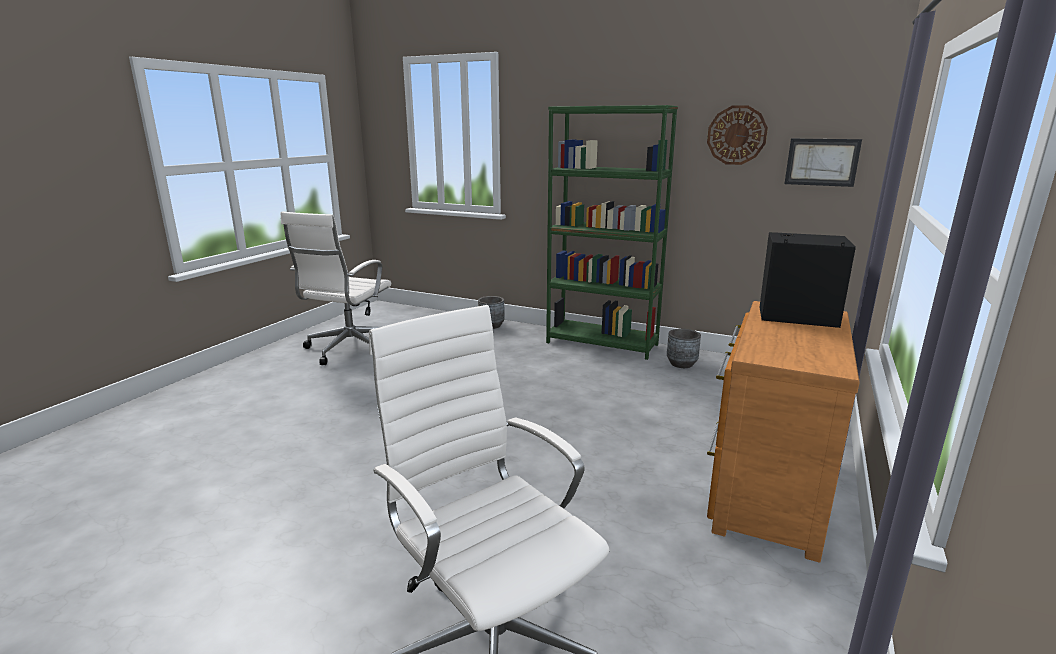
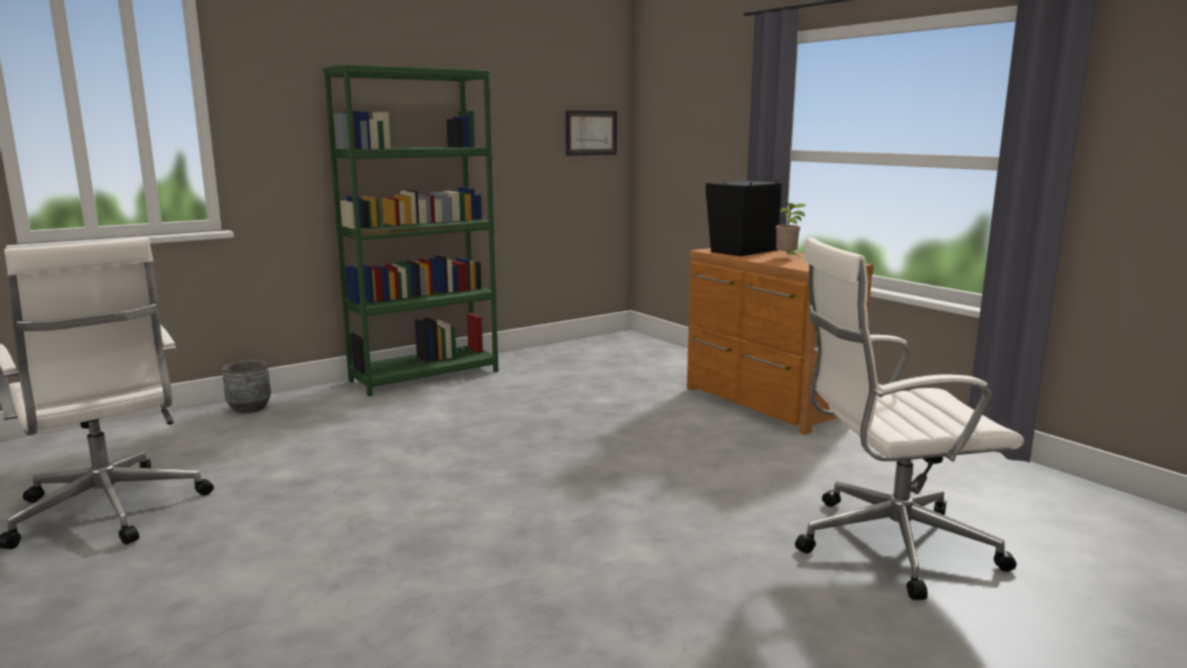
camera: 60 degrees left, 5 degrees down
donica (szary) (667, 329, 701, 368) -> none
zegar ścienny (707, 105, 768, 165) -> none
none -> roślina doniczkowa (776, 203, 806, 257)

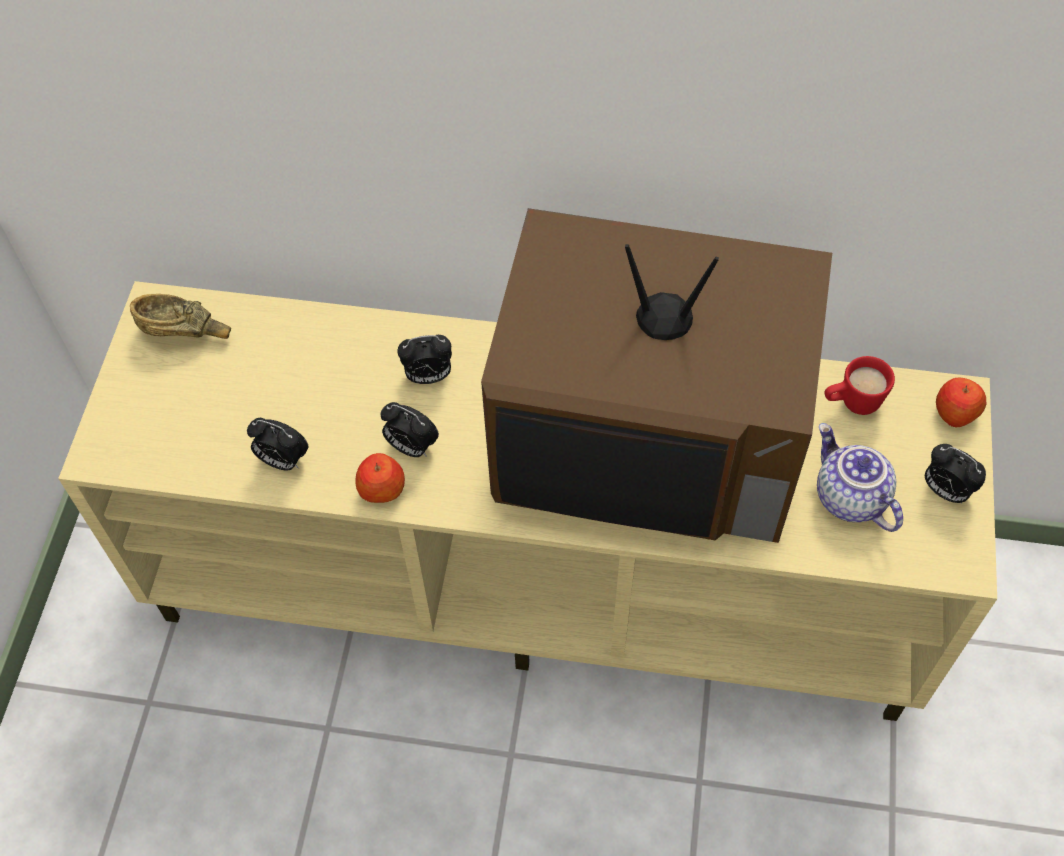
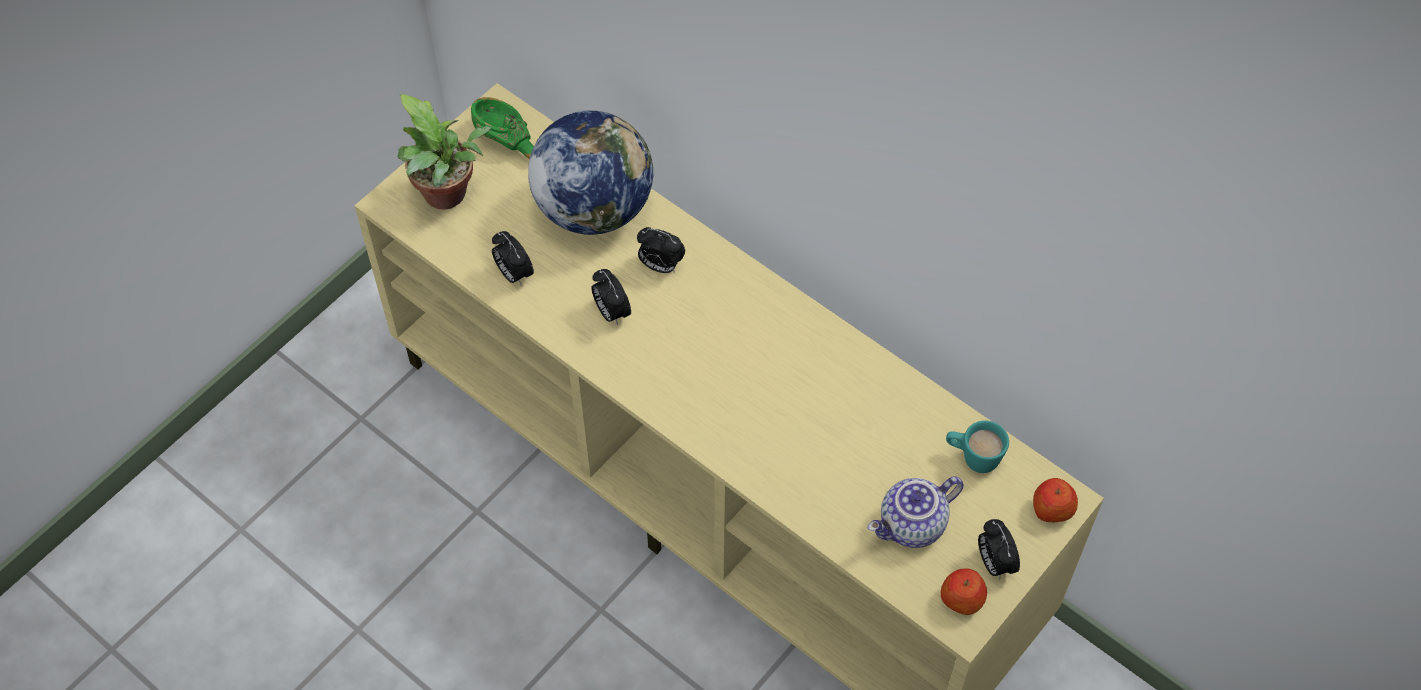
camera: 30 degrees right, 0 degrees up
miska (brązowy) (130, 294, 231, 339) -> miska (zielony) (471, 97, 534, 159)
jabłko (355, 453, 405, 503) -> jabłko (941, 568, 987, 615), move
telewizor (481, 208, 832, 543) -> none
imbryk (817, 423, 903, 532) -> imbryk (868, 476, 964, 548), 120 degrees counterclockwise
kubek (czerwony) (825, 356, 895, 415) -> kubek (turkusowy) (946, 421, 1009, 473)
none -> roślina doniczkowa (398, 94, 491, 209)
none -> globus (528, 110, 653, 235)

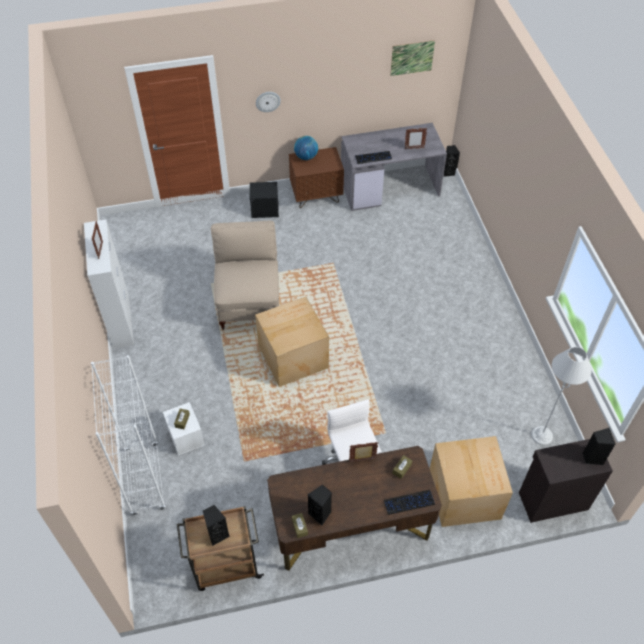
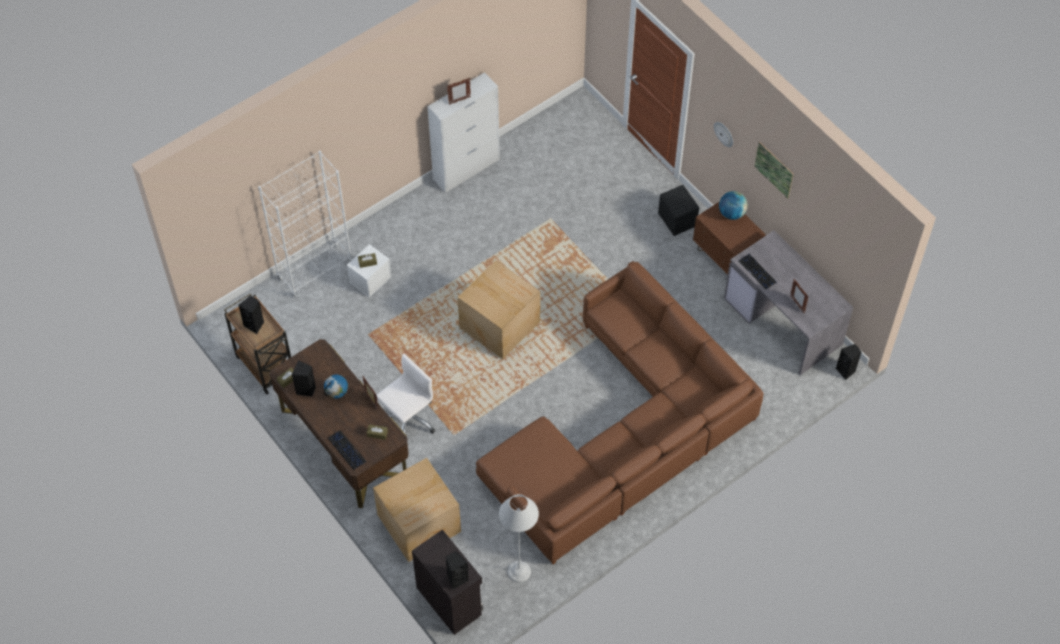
camera: 65 degrees right, 5 degrees up
krzesło (beżowy) (211, 221, 279, 330) -> none
obraz (390, 40, 435, 76) -> obraz (754, 141, 794, 198), move
none -> globus (324, 374, 348, 399)
none -> kanapa (brązowy) (476, 261, 763, 564)

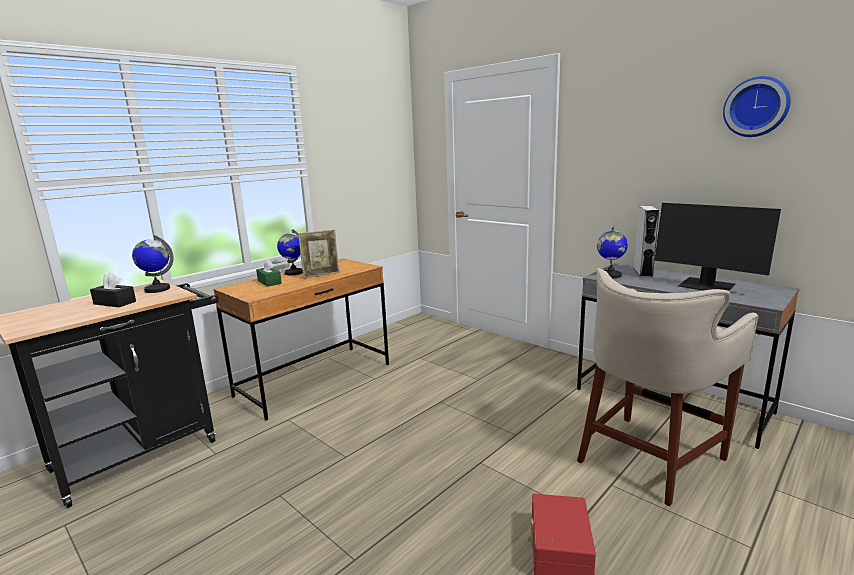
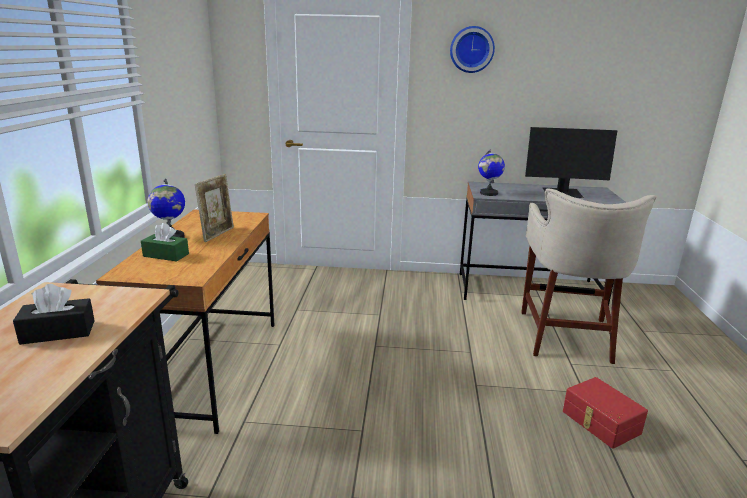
camera: 40 degrees left, 5 degrees up
globus (132, 235, 174, 293) -> none
głośnik (szary) (634, 206, 659, 277) -> none
zegar ścienny (723, 76, 791, 137) -> zegar ścienny (450, 26, 495, 73), move

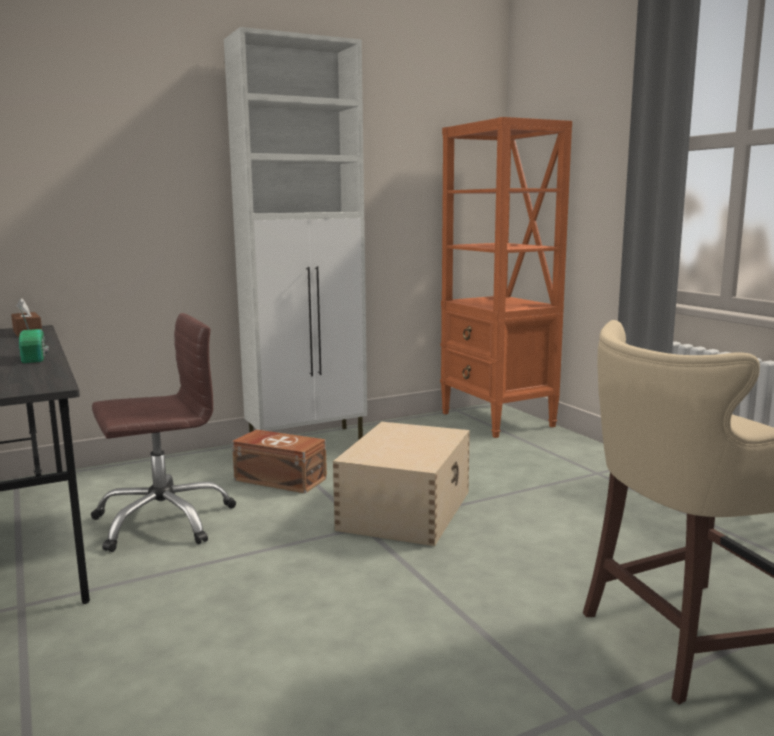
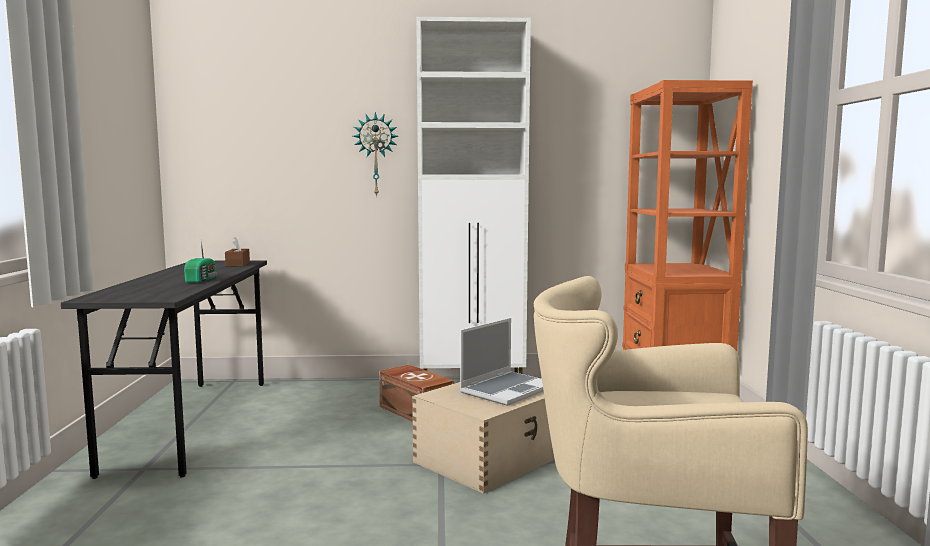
camera: 25 degrees right, 5 degrees down
krzesło biurowe (brązowy) (91, 313, 236, 552) -> none
none -> zegar ścienny (353, 112, 398, 197)
none -> laptop (460, 318, 543, 406)

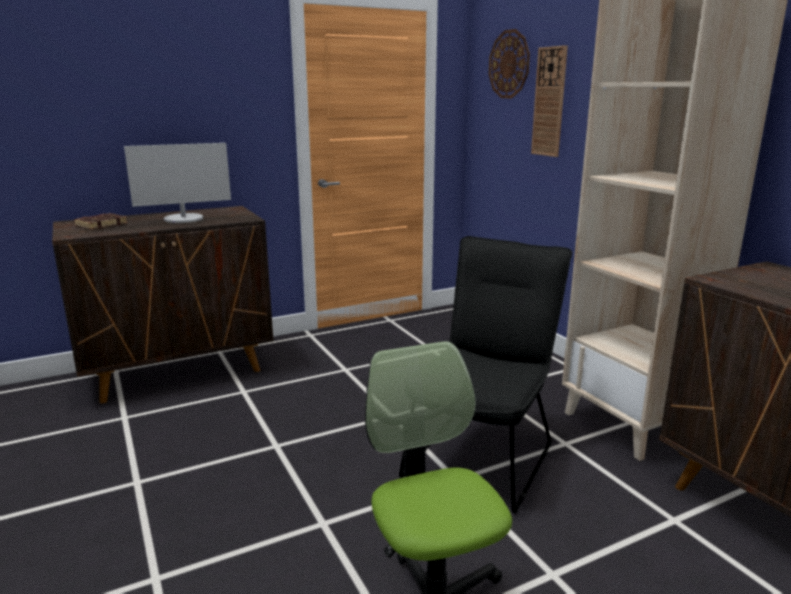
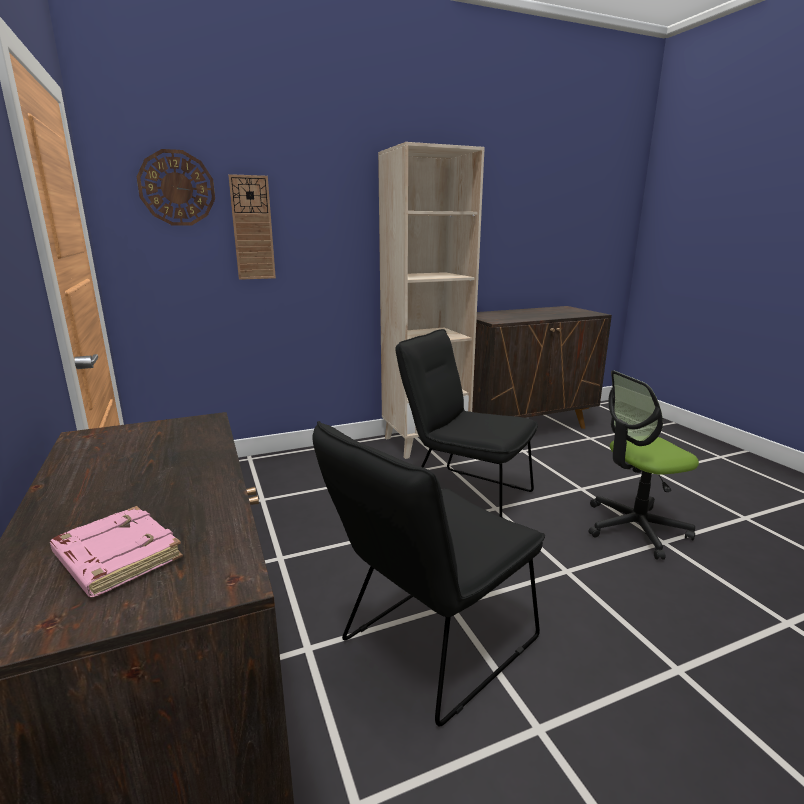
camera: 85 degrees left, 0 degrees up
książka (brązowy) (74, 213, 128, 229) -> książka (różowy) (50, 506, 183, 597)
monitor (124, 143, 231, 223) -> none
none -> krzesło (czarny) (312, 421, 545, 727)

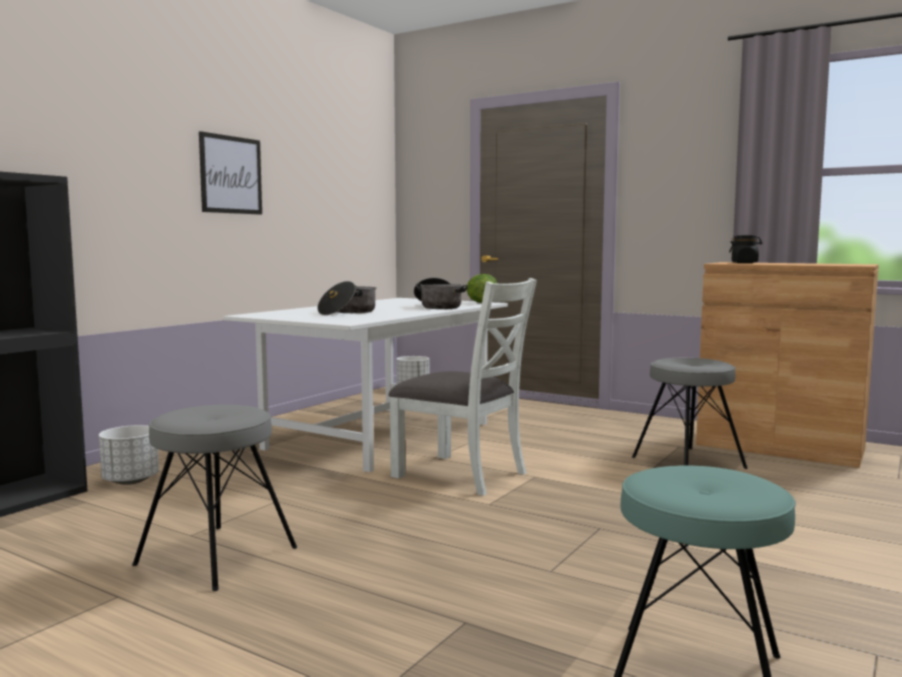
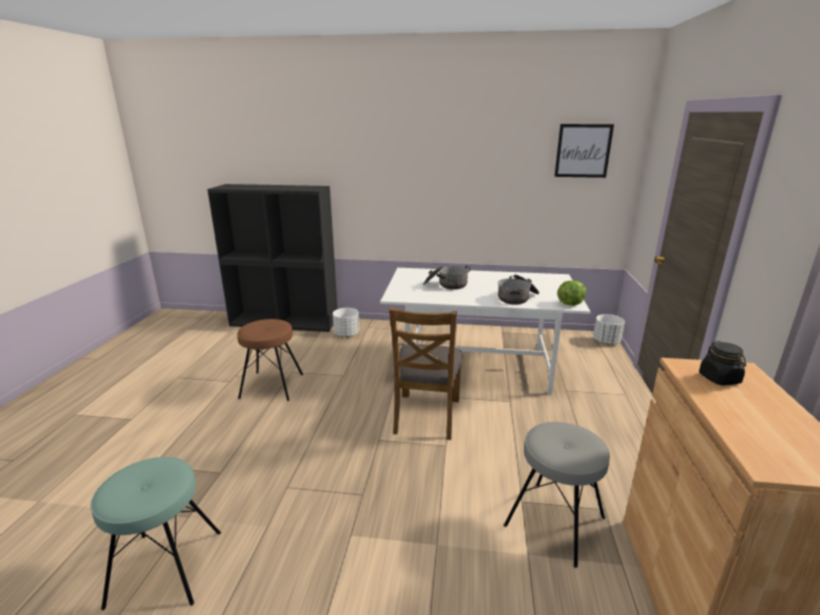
camera: 65 degrees right, 15 degrees up
stołek (szary) (132, 405, 297, 591) -> stołek (brązowy) (237, 319, 303, 401)
obraz (199, 131, 262, 215) -> obraz (554, 124, 614, 178), move
krzesło (biały) (388, 278, 537, 496) -> krzesło (brązowy) (389, 307, 463, 440)

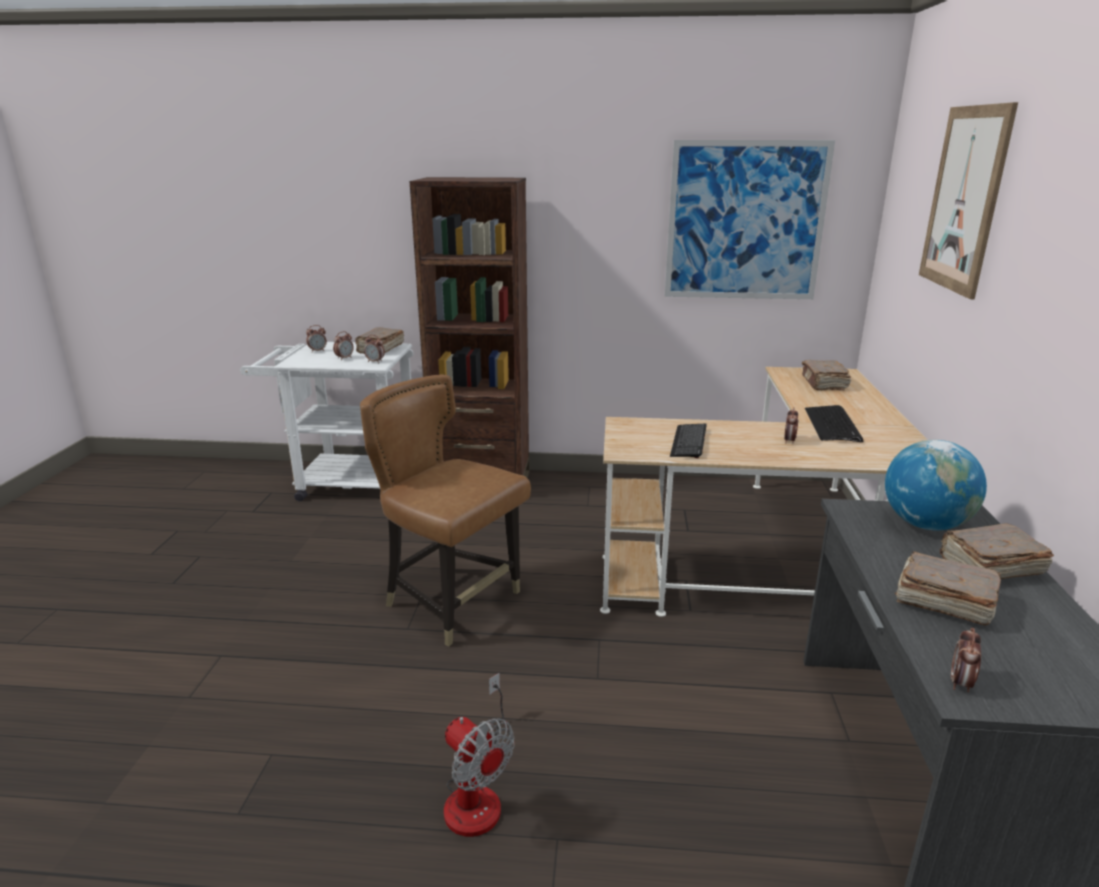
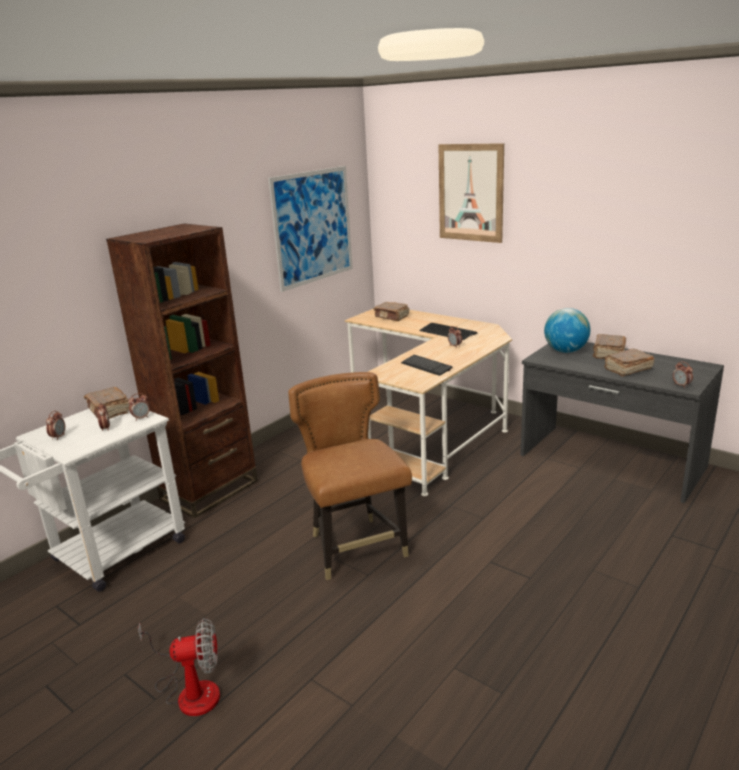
camera: 55 degrees left, 0 degrees up
krzesło (brązowy) (360, 374, 531, 647) -> krzesło (brązowy) (288, 372, 412, 580), 90 degrees clockwise
wentylator (444, 673, 515, 837) -> wentylator (138, 618, 220, 716), move

